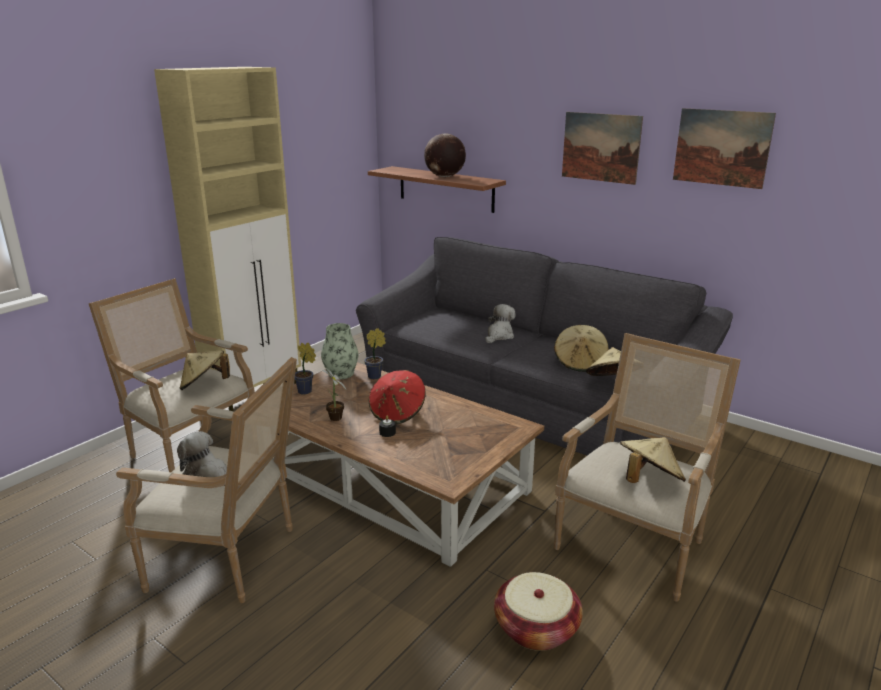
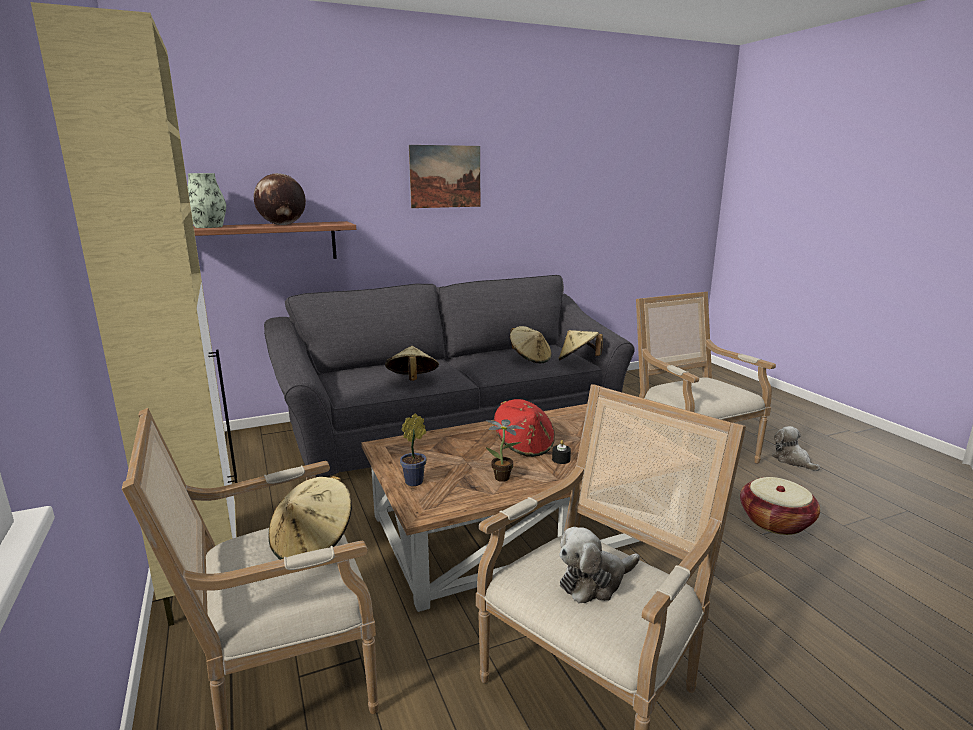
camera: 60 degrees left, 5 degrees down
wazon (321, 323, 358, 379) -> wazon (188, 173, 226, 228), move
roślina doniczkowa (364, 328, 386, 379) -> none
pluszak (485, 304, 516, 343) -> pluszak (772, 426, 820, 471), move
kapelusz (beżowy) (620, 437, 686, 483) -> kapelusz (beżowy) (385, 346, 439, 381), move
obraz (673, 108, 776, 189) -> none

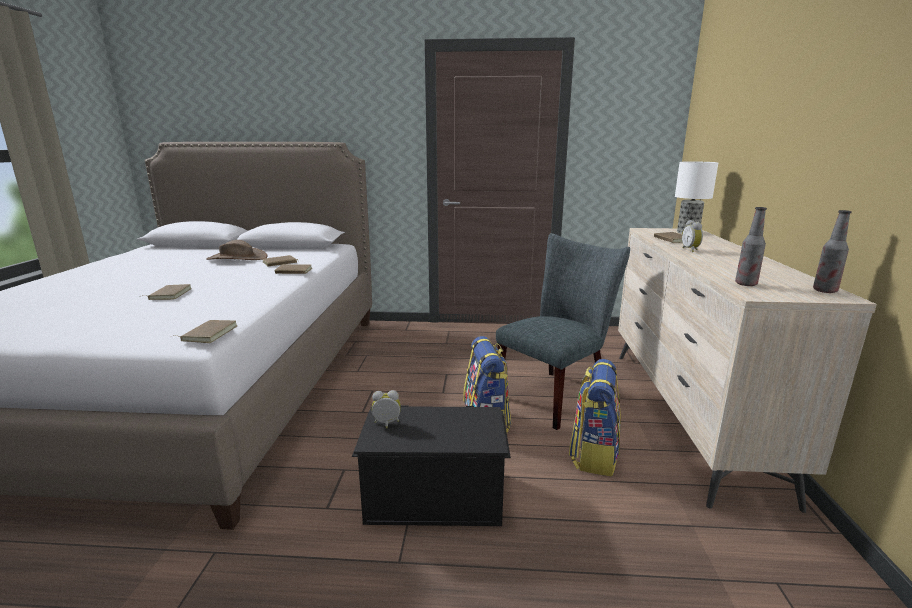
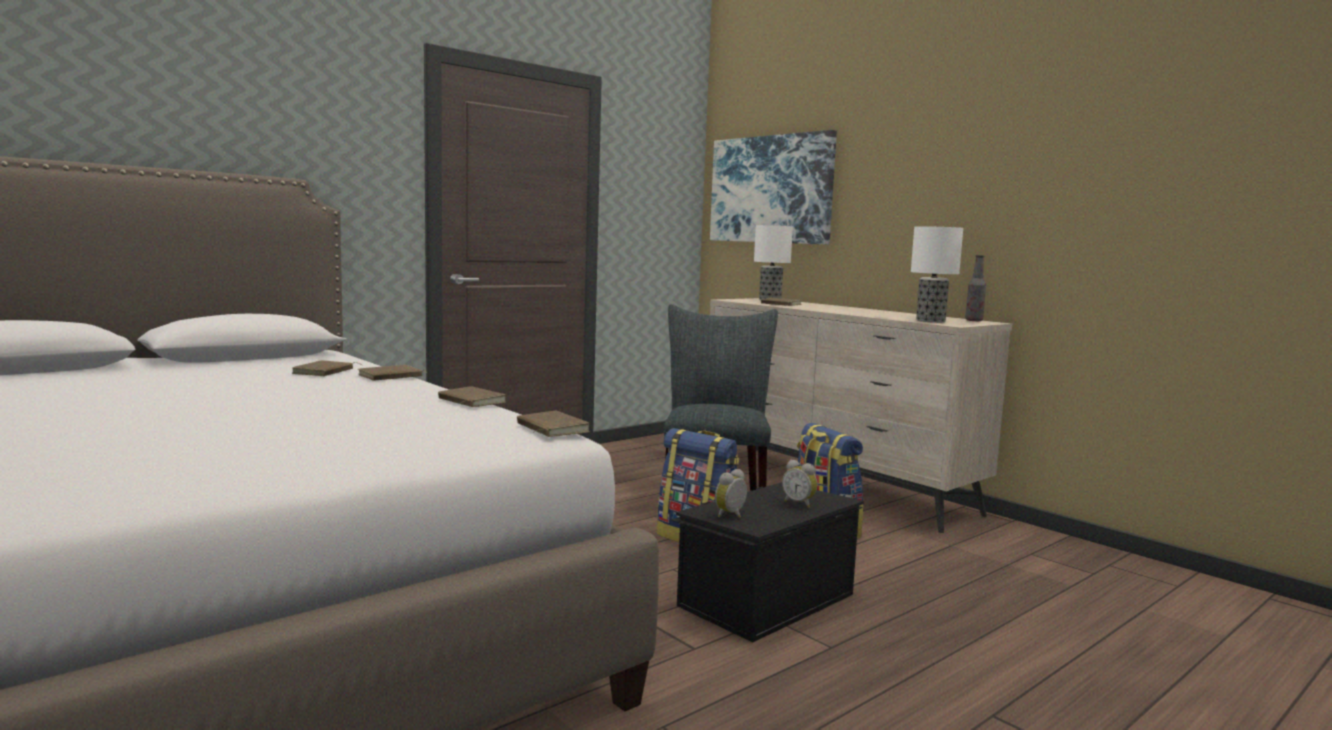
camera: 45 degrees left, 10 degrees down
książka (brązowy) (139, 284, 192, 300) -> książka (brązowy) (438, 386, 506, 407), move
kapelusz (brązowy) (206, 240, 268, 260) -> none
budzik (682, 220, 703, 252) -> budzik (782, 460, 817, 508), move
butelka (735, 207, 767, 286) -> lampa stołowa (911, 226, 963, 323)
none -> obraz (710, 130, 837, 244)

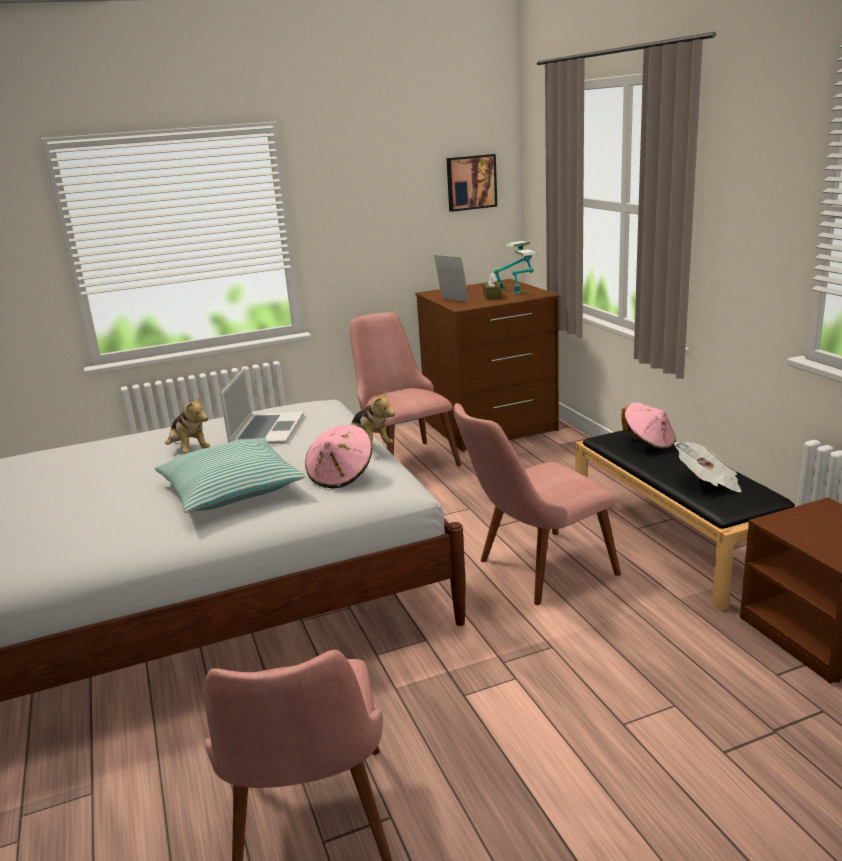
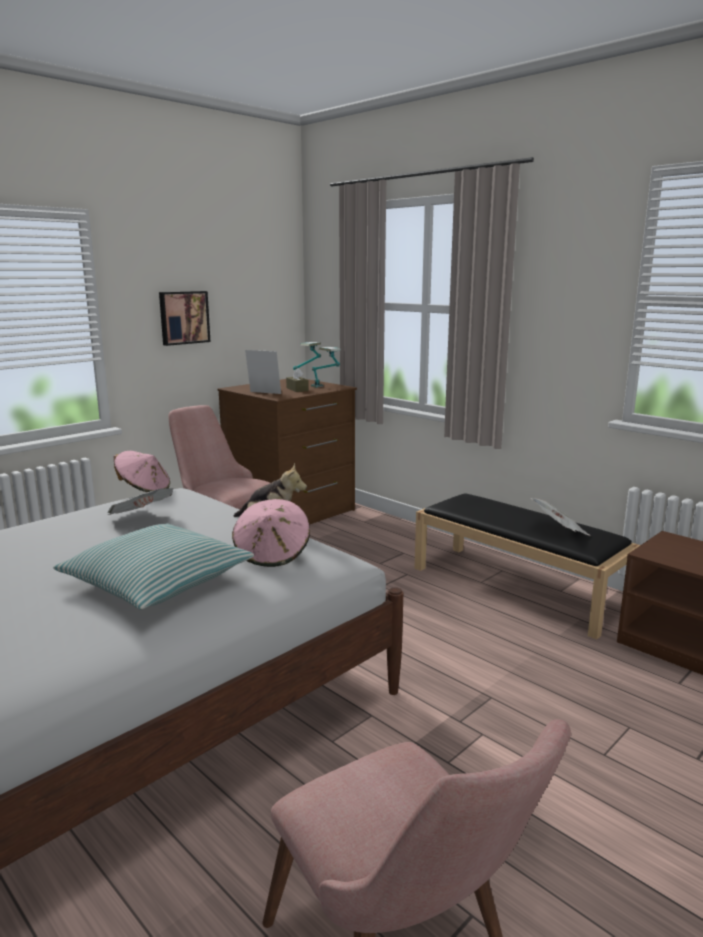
camera: 25 degrees left, 5 degrees down
pluszak (165, 394, 210, 453) -> none
laptop (220, 368, 304, 444) -> gazeta (107, 488, 173, 515)
obraz (447, 154, 497, 212) -> obraz (159, 291, 210, 346), move
krzesło (różowy) (453, 403, 621, 605) -> none
kapelusz (różowy) (621, 402, 675, 450) -> kapelusz (różowy) (114, 451, 170, 492), move

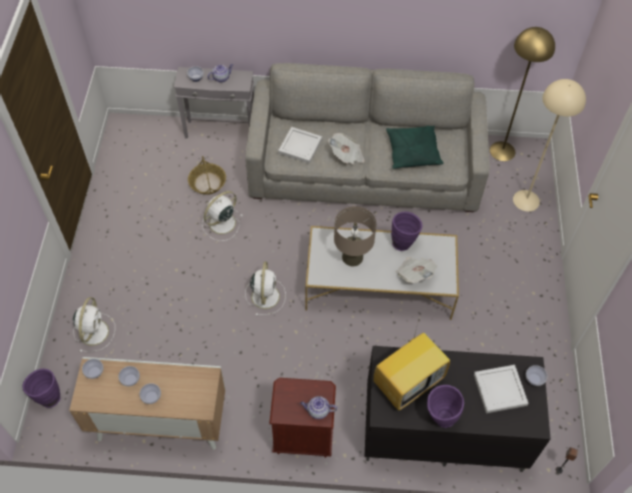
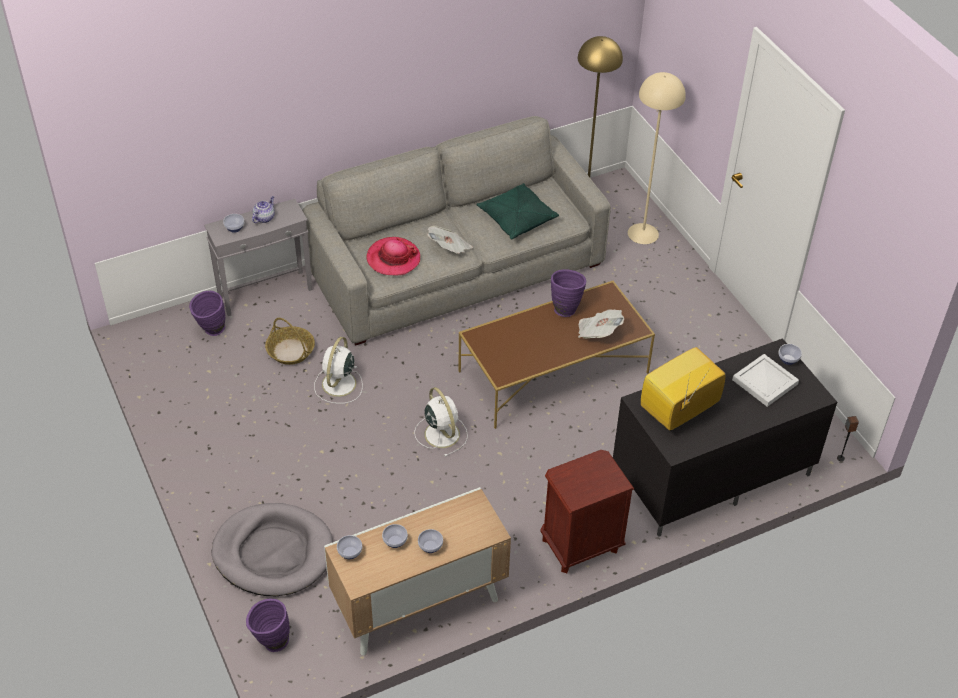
camera: 30 degrees left, 10 degrees down
wentylator (biały) (73, 297, 115, 352) -> legowisko (szary) (211, 503, 333, 596)
taca (biały) (278, 127, 322, 164) -> kapelusz (366, 237, 420, 275)
imbryk (300, 396, 337, 419) -> none
ława (biały) (305, 226, 459, 320) -> ława (brązowy) (458, 281, 655, 429)
lampa stołowa (beżowy) (334, 206, 377, 266) -> none
telewizor (373, 323, 450, 411) -> telewizor (641, 347, 725, 431), 150 degrees counterclockwise
wazon (fioletowy) (427, 385, 464, 428) -> wazon (fioletowy) (189, 291, 225, 336), move

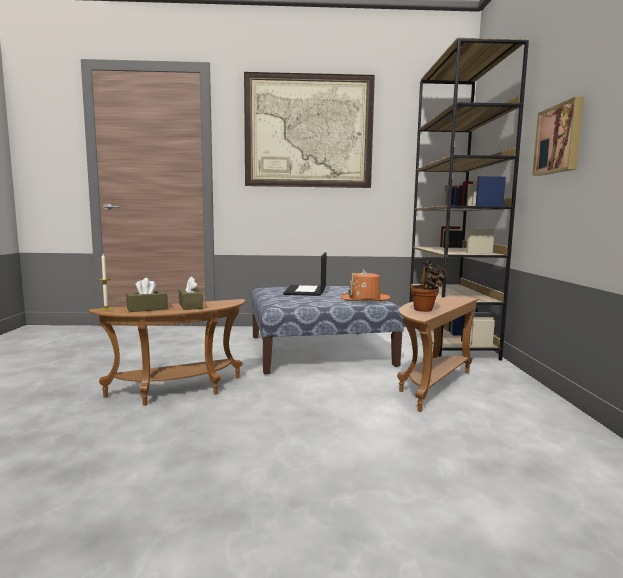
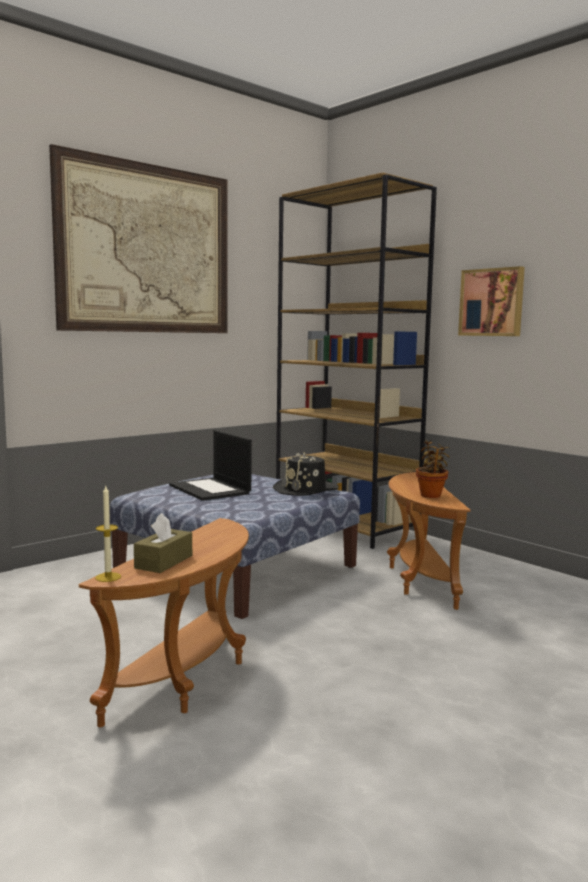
camera: 40 degrees left, 0 degrees up
pudełko chusteczek (brązowy) (179, 276, 203, 310) -> none
kapelusz (pomarańczowy) (341, 269, 390, 301) -> kapelusz (czarny) (273, 452, 339, 496)

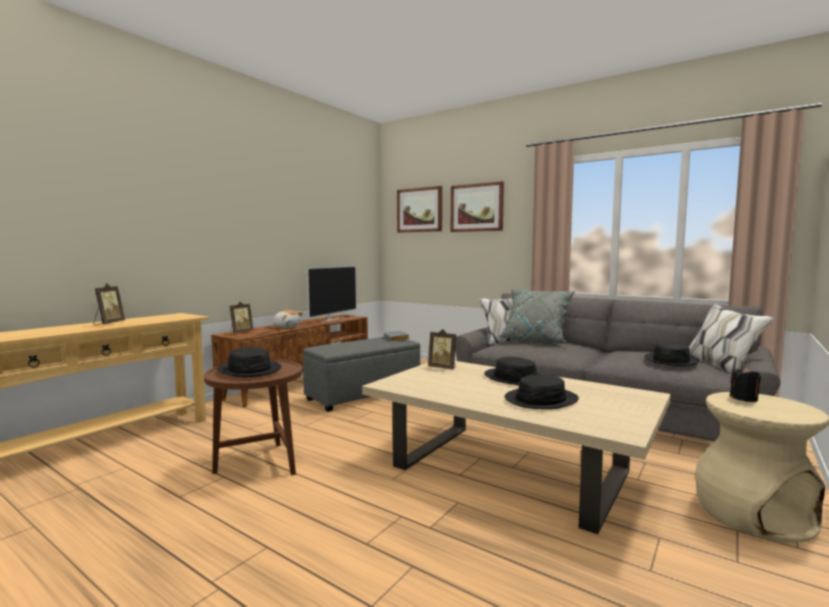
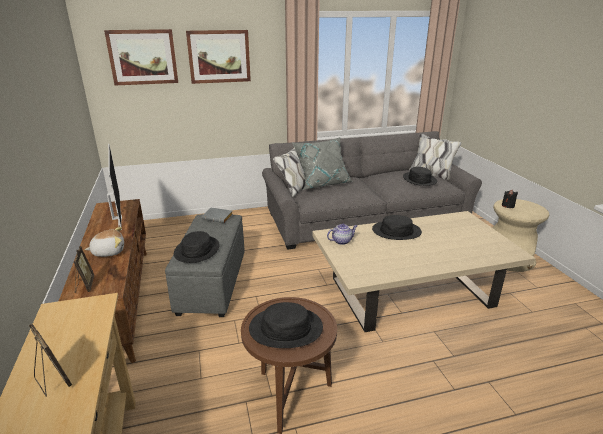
camera: 50 degrees left, 20 degrees up
ramka na zdjęcie (428, 329, 456, 369) -> imbryk (327, 224, 357, 245)
kapelusz (czarny) (504, 374, 579, 409) -> kapelusz (czarny) (174, 231, 219, 263), move

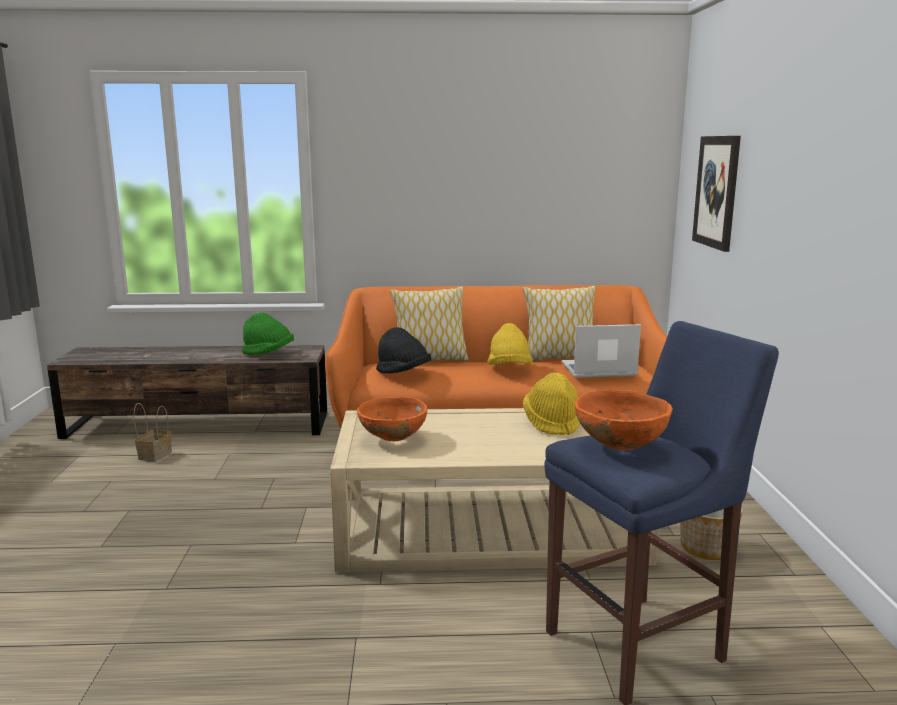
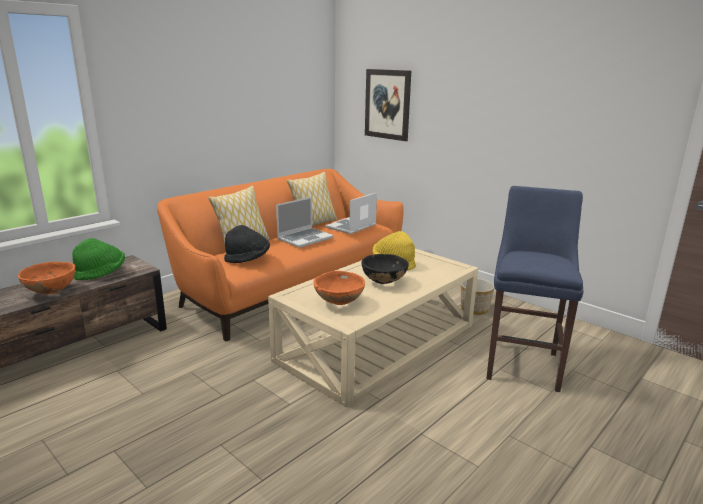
camera: 45 degrees left, 5 degrees up
koszyk (134, 403, 172, 462) -> none
kapelusz (żółty) (487, 323, 533, 365) -> laptop (276, 197, 333, 248)
miska (pomarańczowy) (574, 390, 673, 450) -> miska (pomarańczowy) (18, 262, 75, 294), move
none -> miska (czarny) (361, 254, 409, 284)

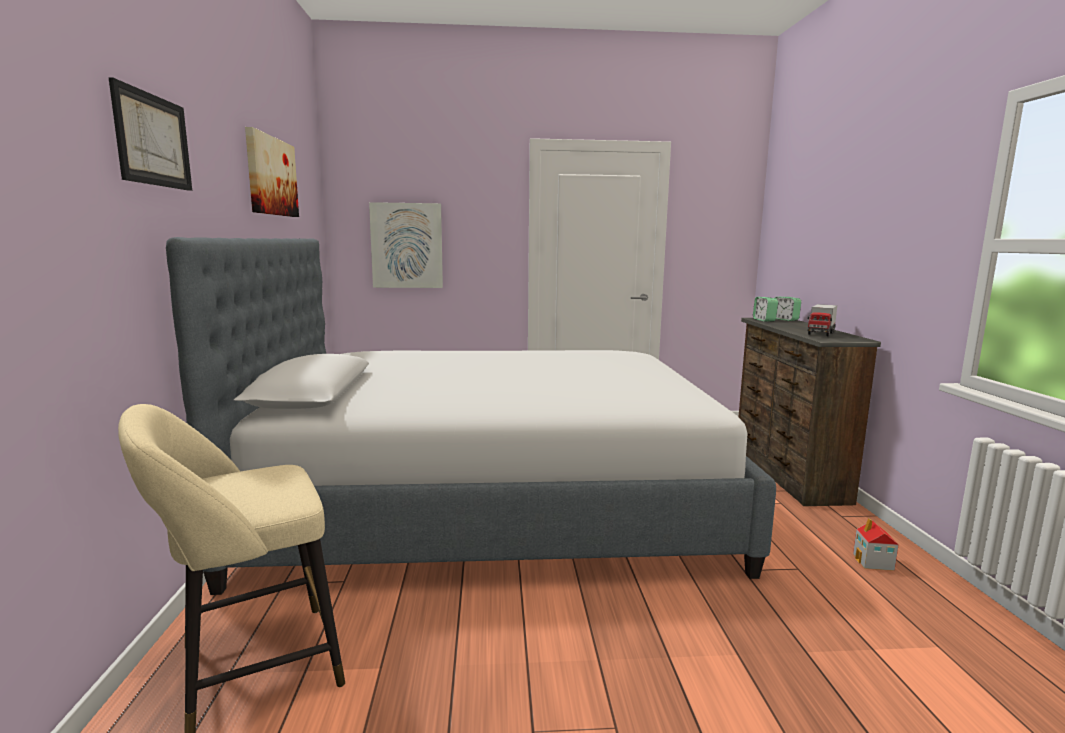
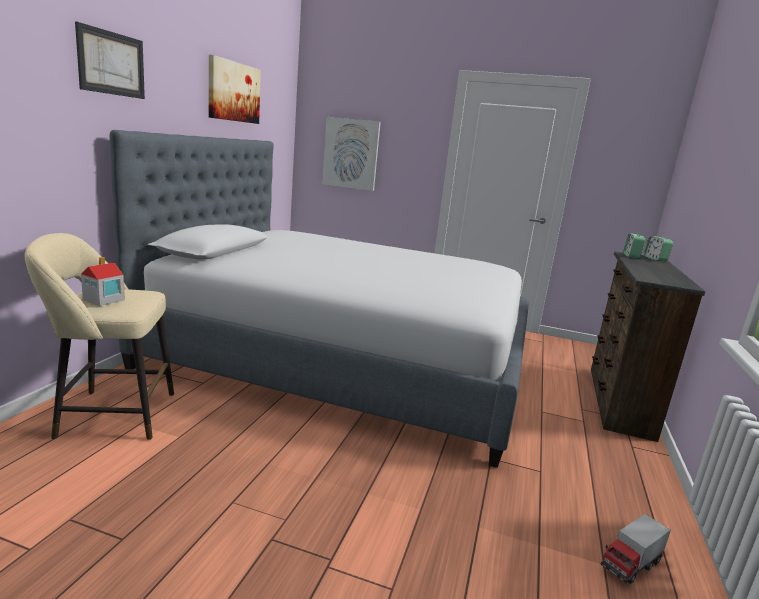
camera: 20 degrees right, 5 degrees up
ciężarówka zabawkowa (807, 304, 837, 336) -> ciężarówka zabawkowa (601, 514, 671, 584), move
domek (853, 518, 898, 571) -> domek (81, 257, 125, 306), move

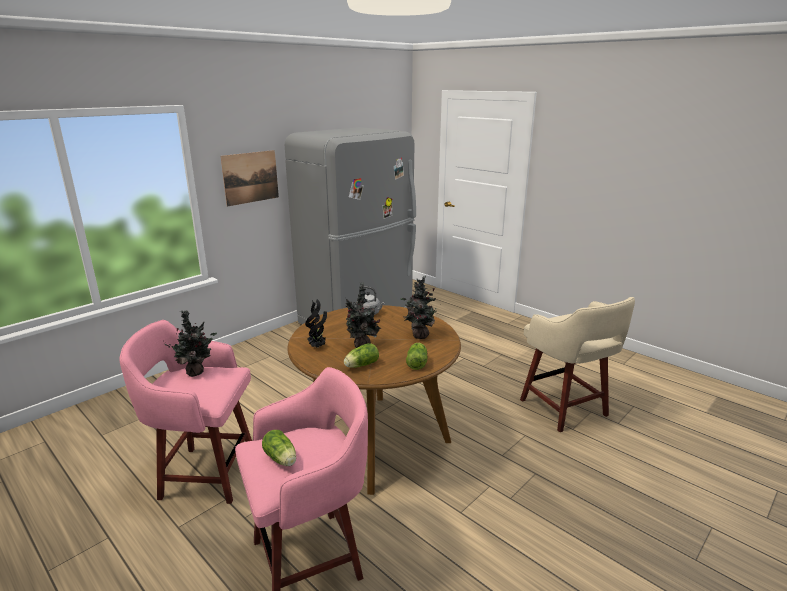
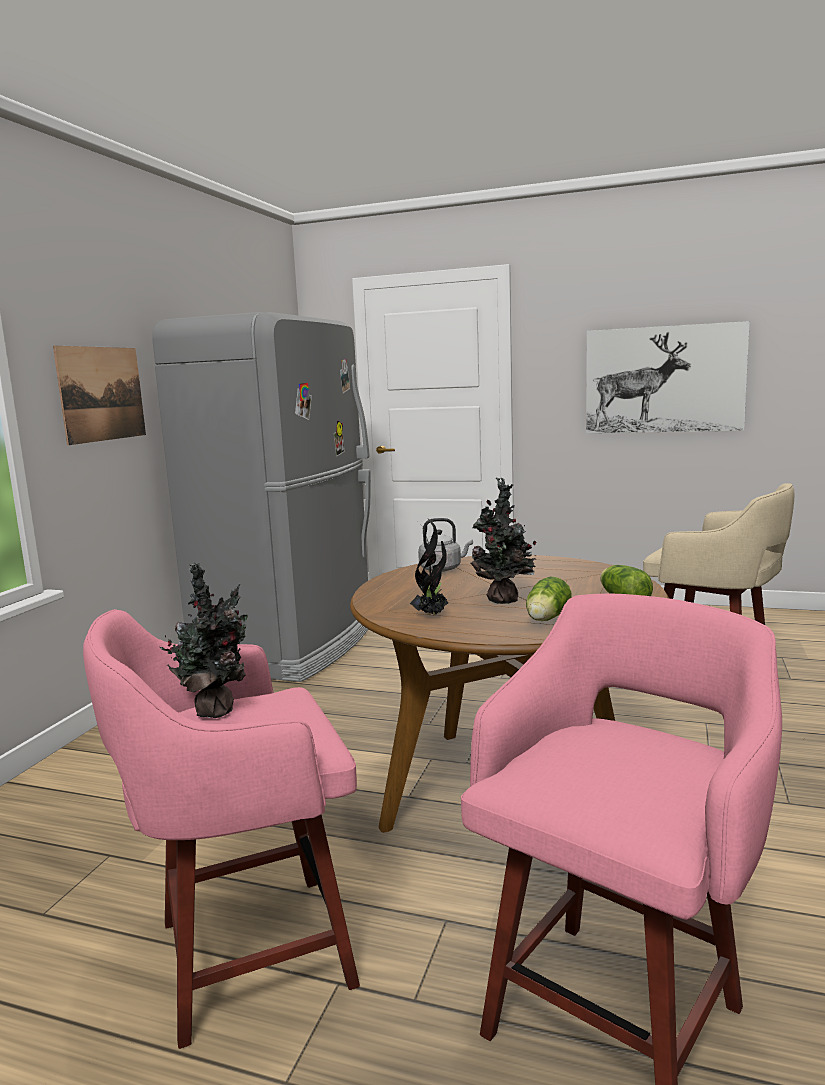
camera: 25 degrees left, 10 degrees down
sałata (262, 430, 296, 466) -> none
roślina doniczkowa (401, 276, 440, 339) -> none
none -> obraz (586, 321, 750, 433)

